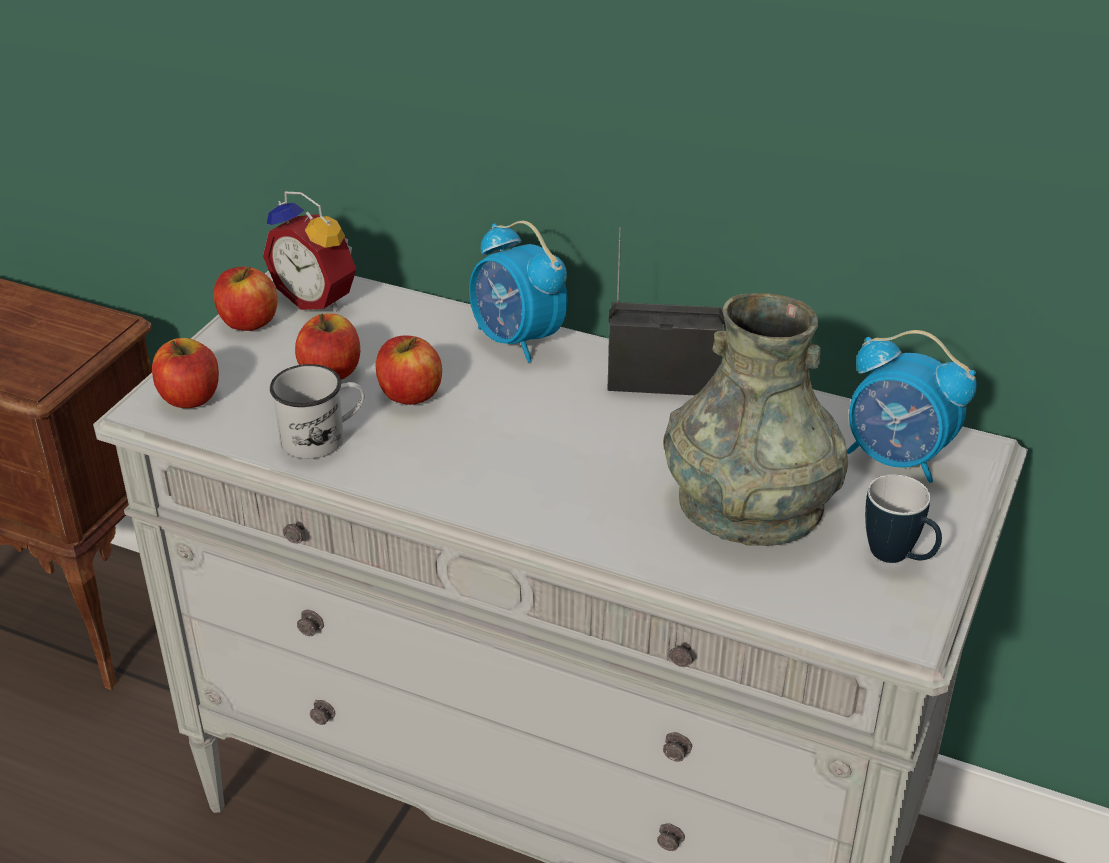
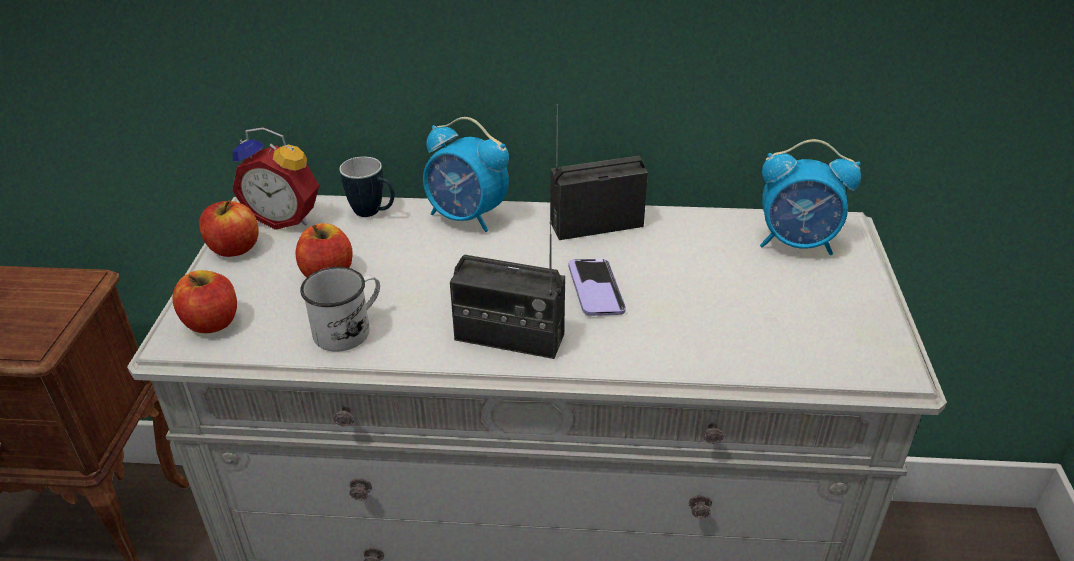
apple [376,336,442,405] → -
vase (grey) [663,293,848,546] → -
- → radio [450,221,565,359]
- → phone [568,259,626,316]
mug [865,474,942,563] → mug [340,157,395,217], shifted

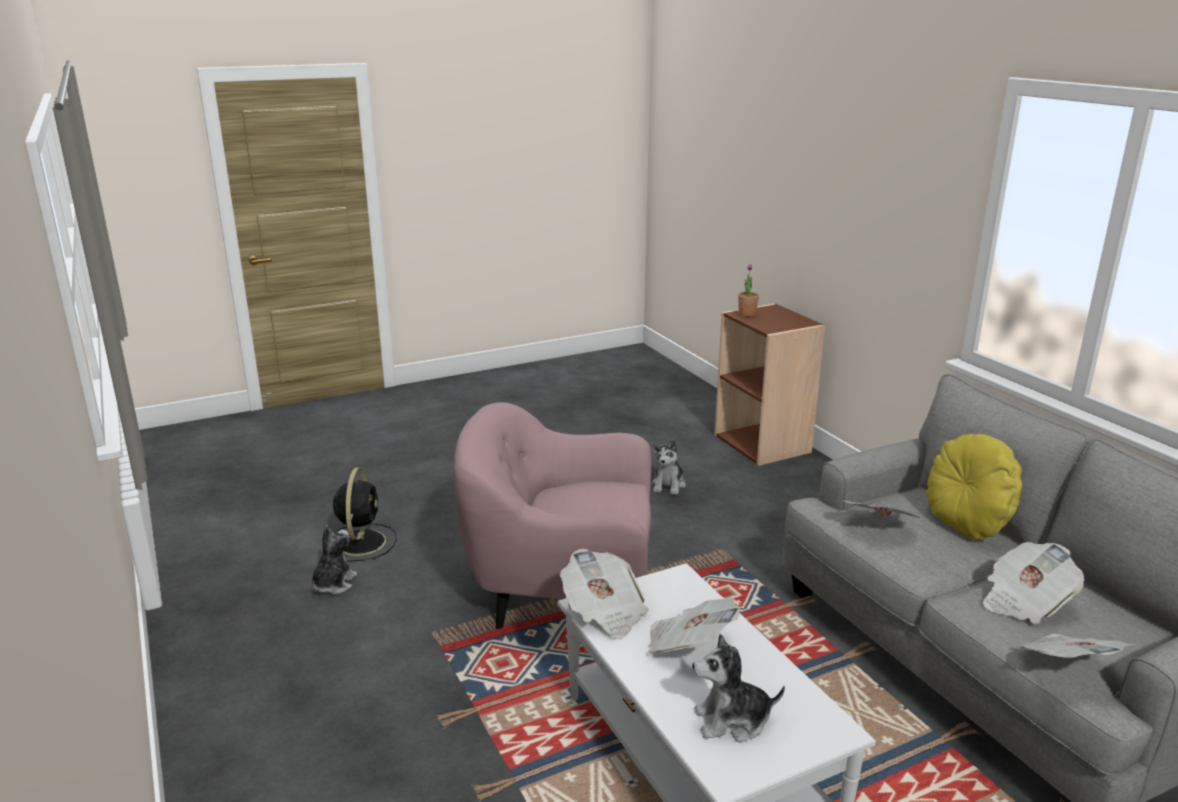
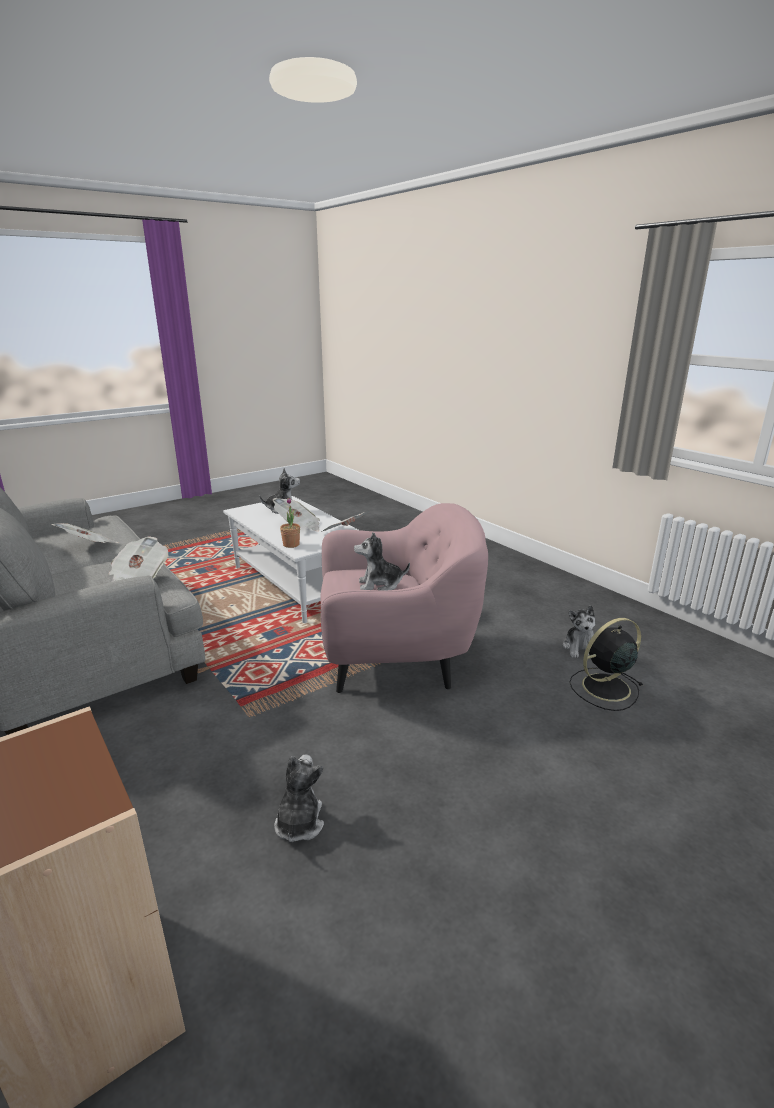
pillow (yellow) [926,434,1022,540] → -
newspaper [1017,634,1133,658] → -
- → plush toy [354,532,410,590]
potted plant [738,264,759,317] → potted plant [280,498,300,548], shifted
fan (black) [333,468,397,562] → fan (black) [569,618,643,711], 75 degrees clockwise

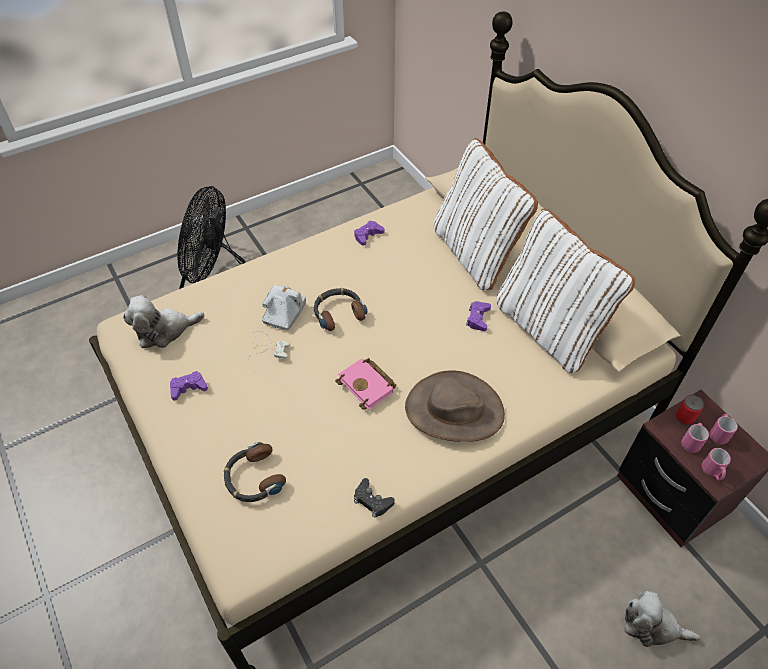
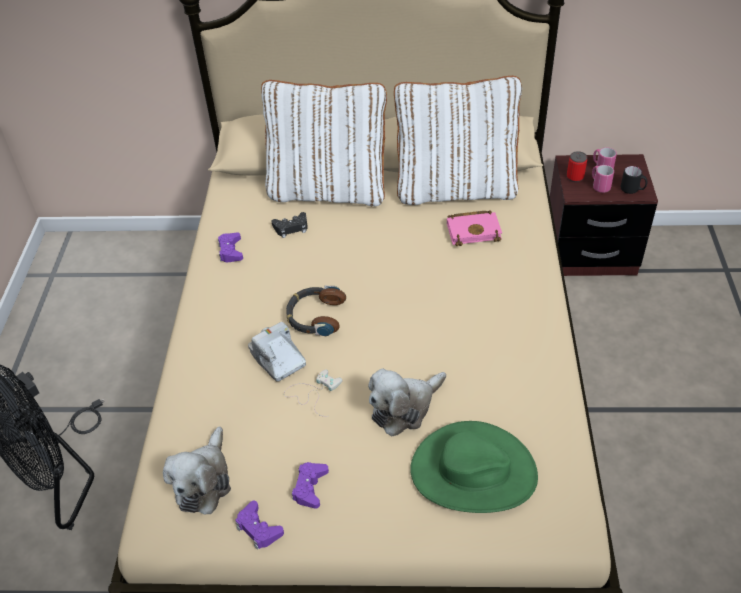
hat (brown) [405,371,505,442] → -
book (pink) [335,358,396,410] → book (pink) [447,211,502,246], shifted
game controller (black) [354,478,395,518] → game controller (black) [271,212,308,238], shifted
game controller (purple) [466,301,491,331] → game controller (purple) [235,501,284,550], shifted
plush toy [624,591,700,647] → plush toy [368,368,446,437], shifted
headphones [224,442,286,502] → hat (green) [410,421,538,513]
mug (pink) [702,448,731,481] → mug (black) [621,166,647,194]

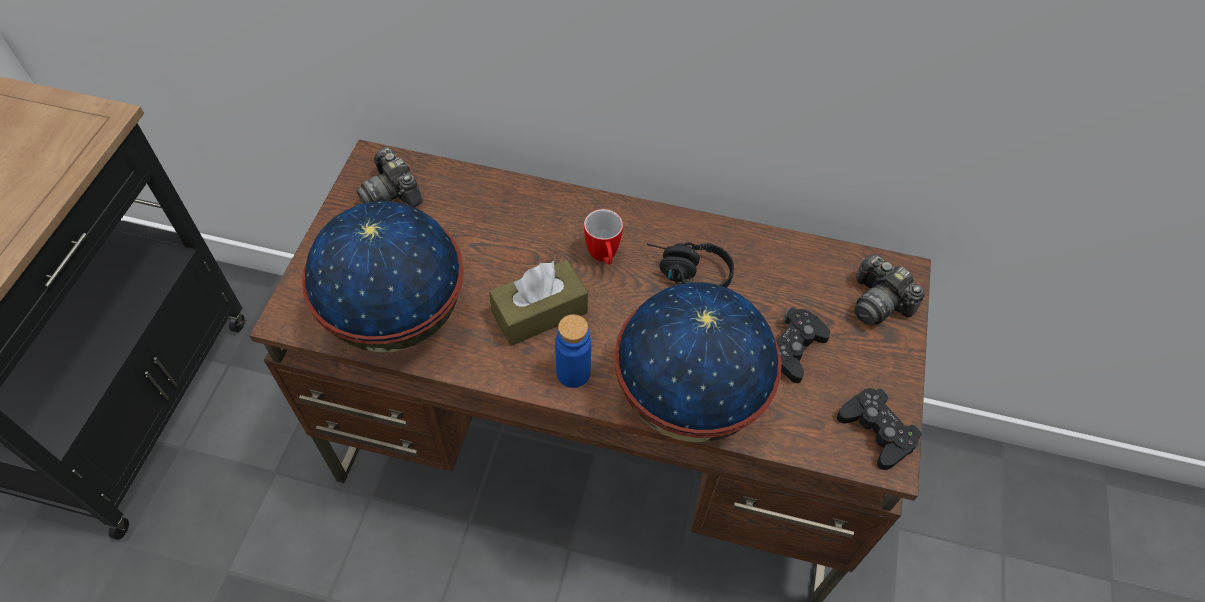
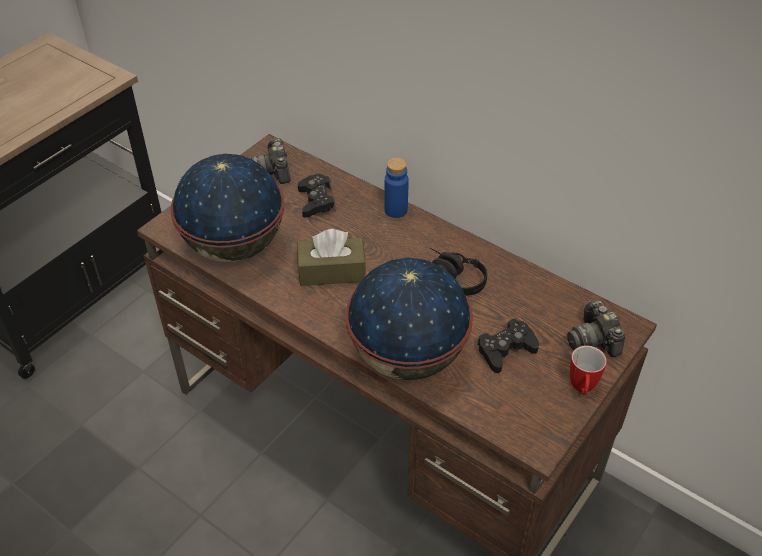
bottle (blue) [555,314,591,388] → bottle (blue) [384,158,409,218], shifted
mug [584,209,623,265] → mug [570,345,607,395], shifted
game controller (black) [837,388,922,470] → game controller (black) [298,174,336,217], shifted

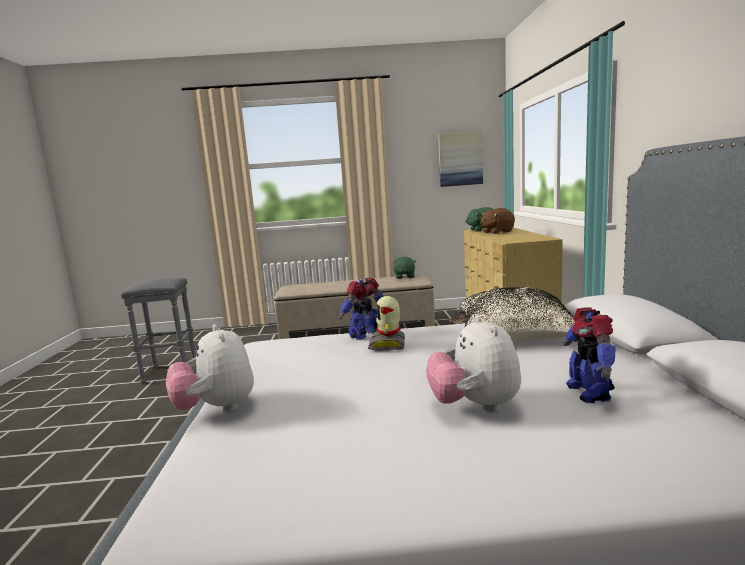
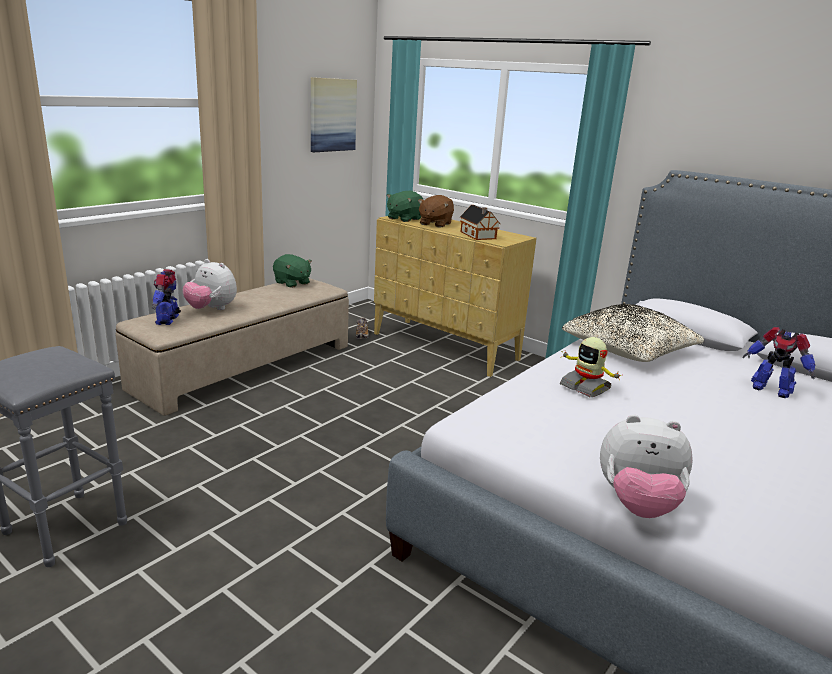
- → toy house [460,205,501,240]
toy robot [339,278,384,340] → toy robot [152,269,181,325], shifted
plush toy [426,315,521,412] → plush toy [183,259,237,310], shifted

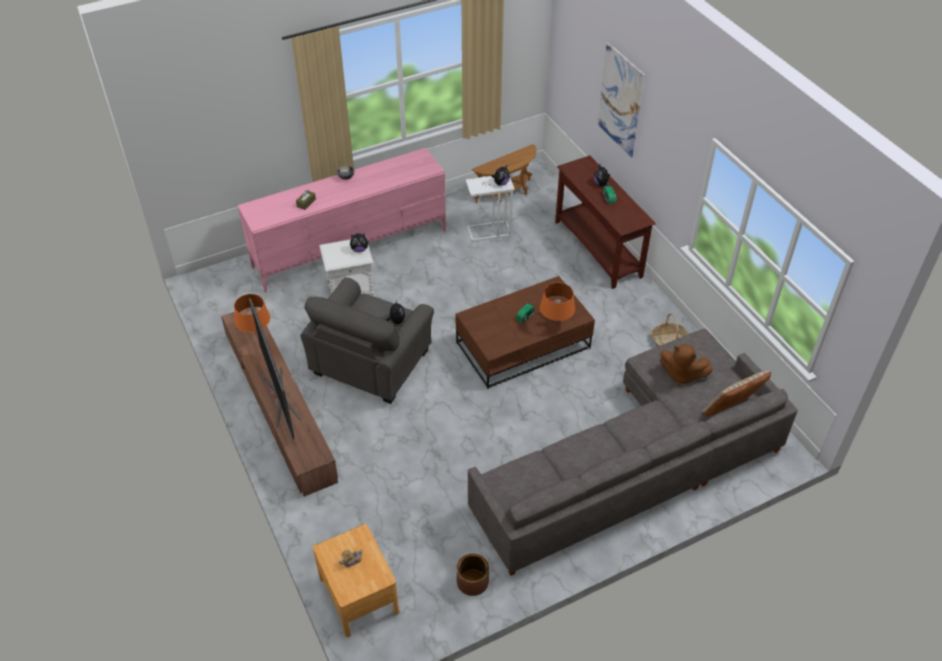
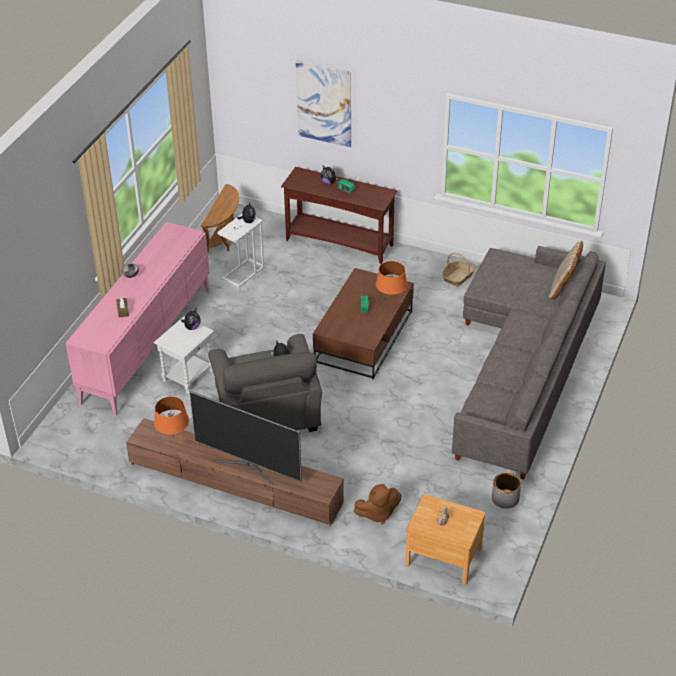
plush toy (brown) [660,344,713,386] → plush toy (brown) [353,484,402,524], shifted
planter (brown) [457,554,489,596] → planter (grey) [492,473,521,509]

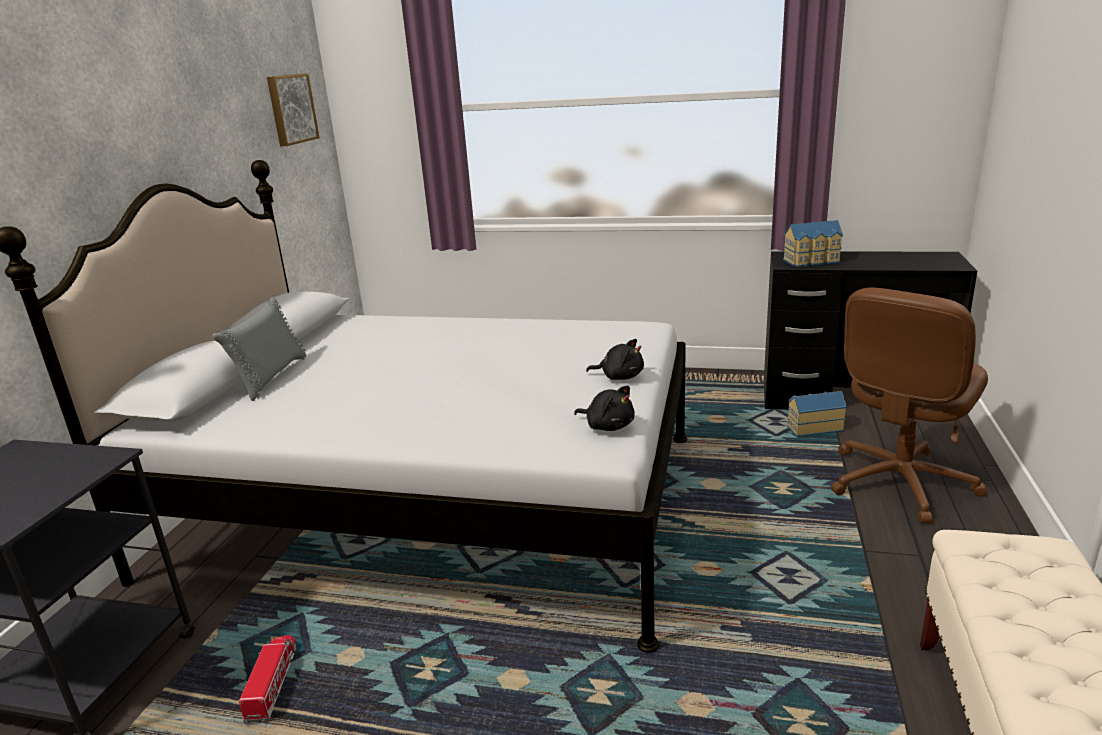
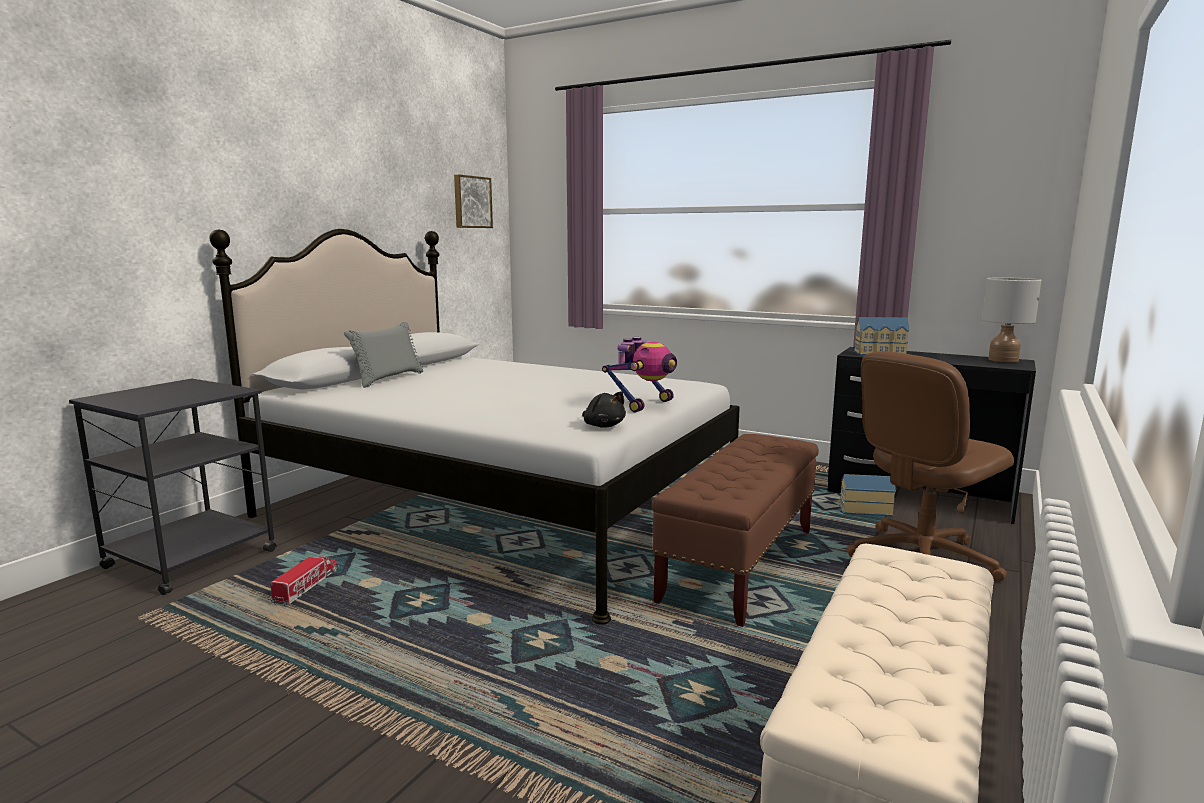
- → bench (brown) [651,434,819,627]
- → table lamp (grey) [982,277,1042,363]
plush toy (black) [586,339,644,380] → toy robot [602,337,677,412]

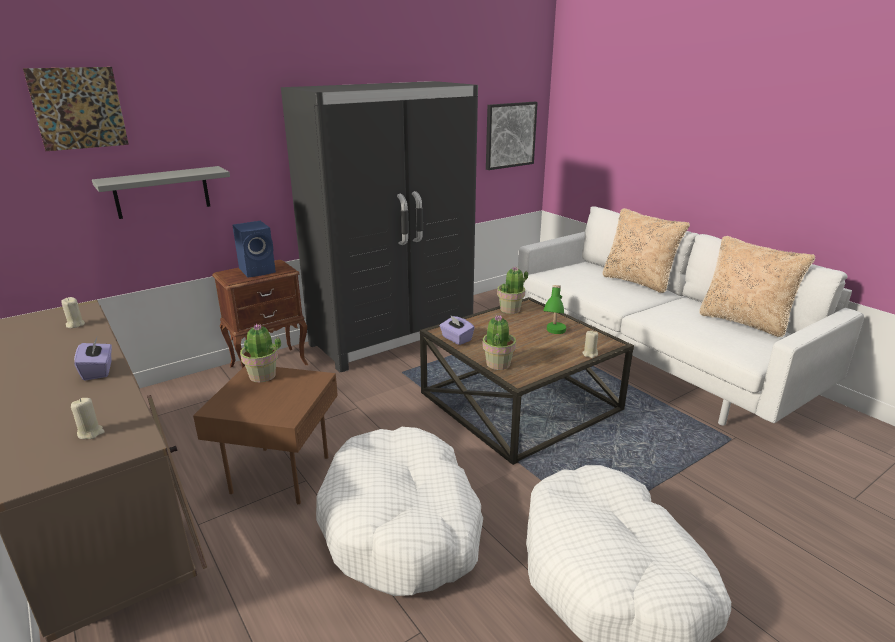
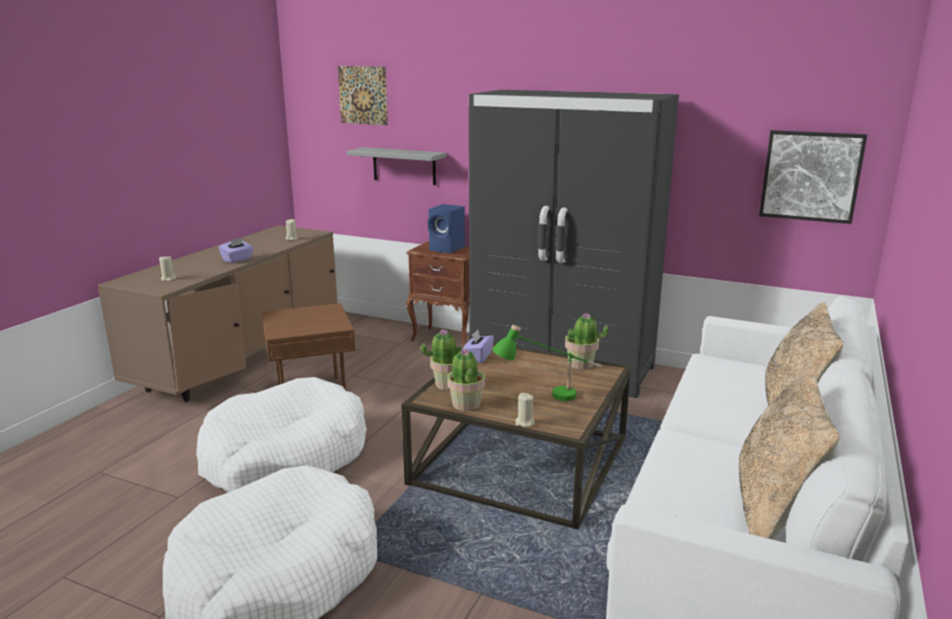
potted plant [240,324,281,382] → potted plant [447,348,485,411], shifted

